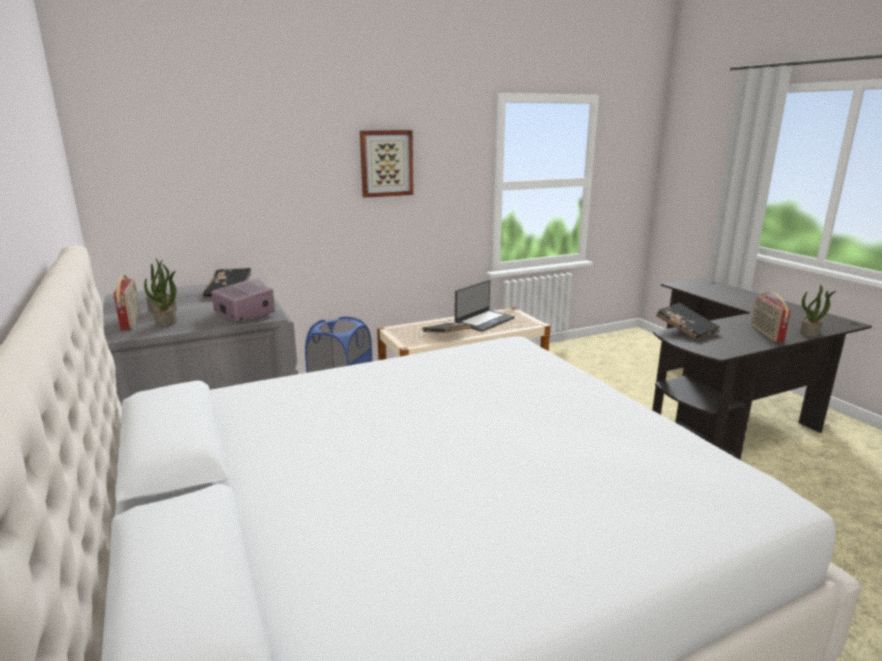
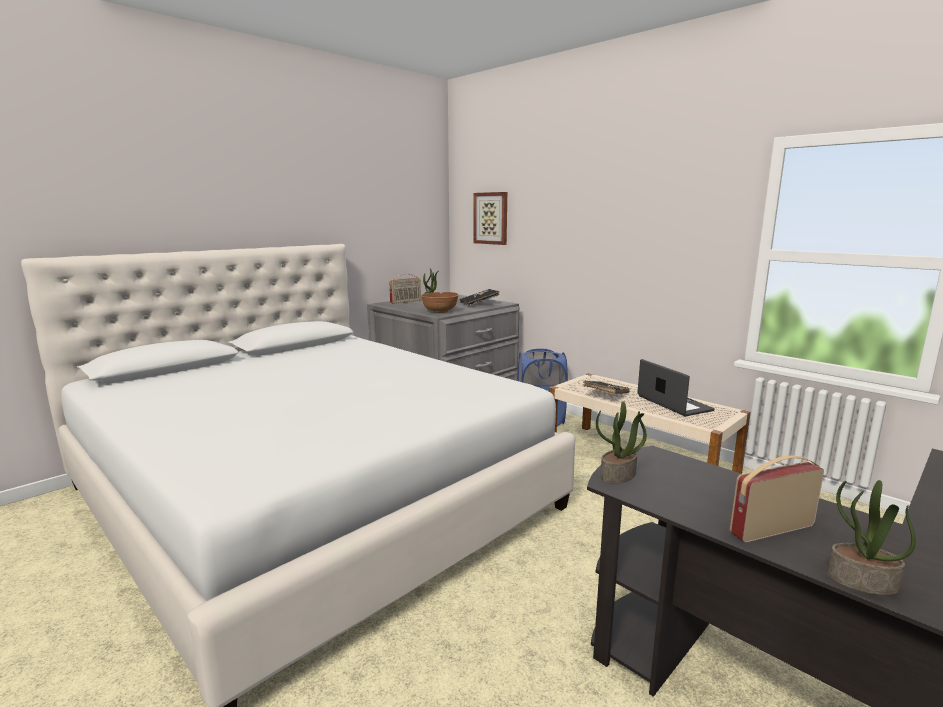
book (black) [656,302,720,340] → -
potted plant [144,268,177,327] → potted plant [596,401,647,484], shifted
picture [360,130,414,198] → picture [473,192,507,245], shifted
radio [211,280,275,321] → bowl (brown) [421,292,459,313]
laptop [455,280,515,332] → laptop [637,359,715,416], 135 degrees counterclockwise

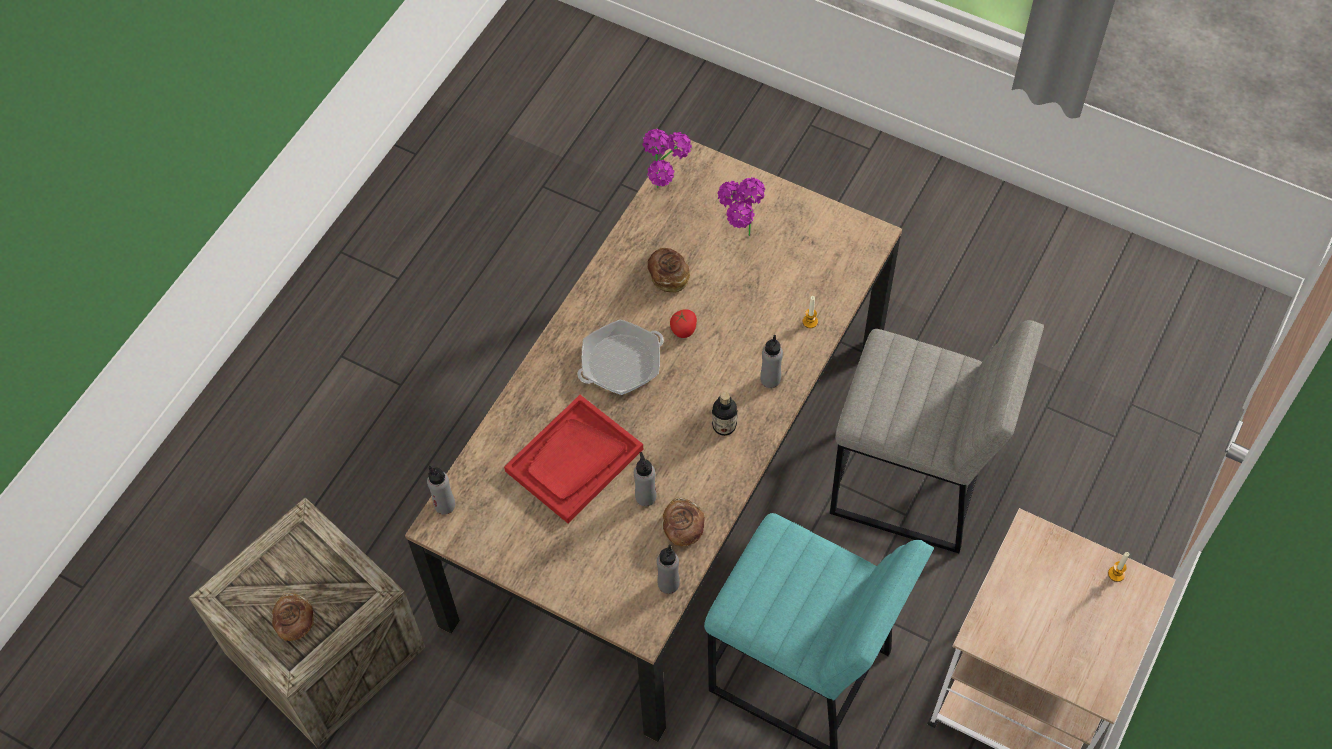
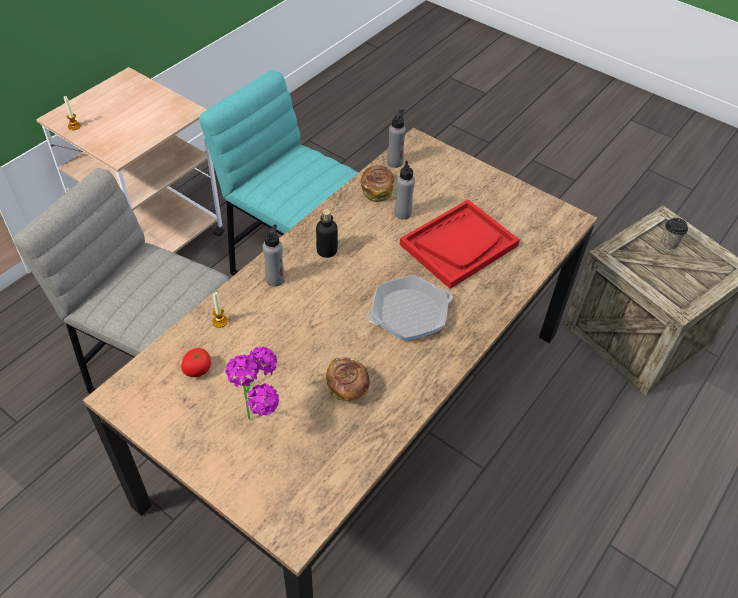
bottle (grey) [427,466,455,515] → -
potted plant [643,129,692,188] → -
tomato [670,309,697,338] → tomato [181,348,211,377], shifted
bread [272,593,314,641] → cup [661,218,688,250]

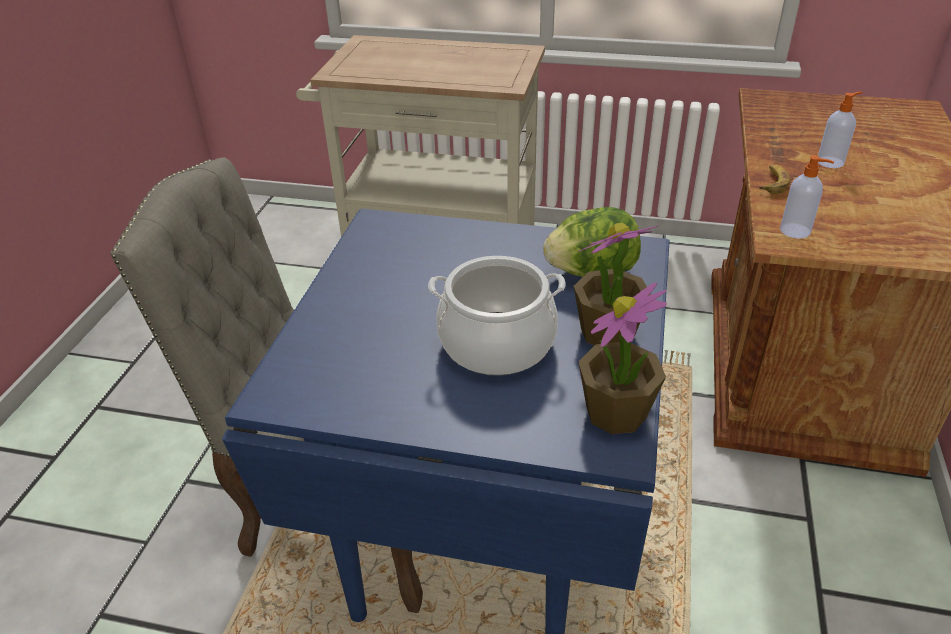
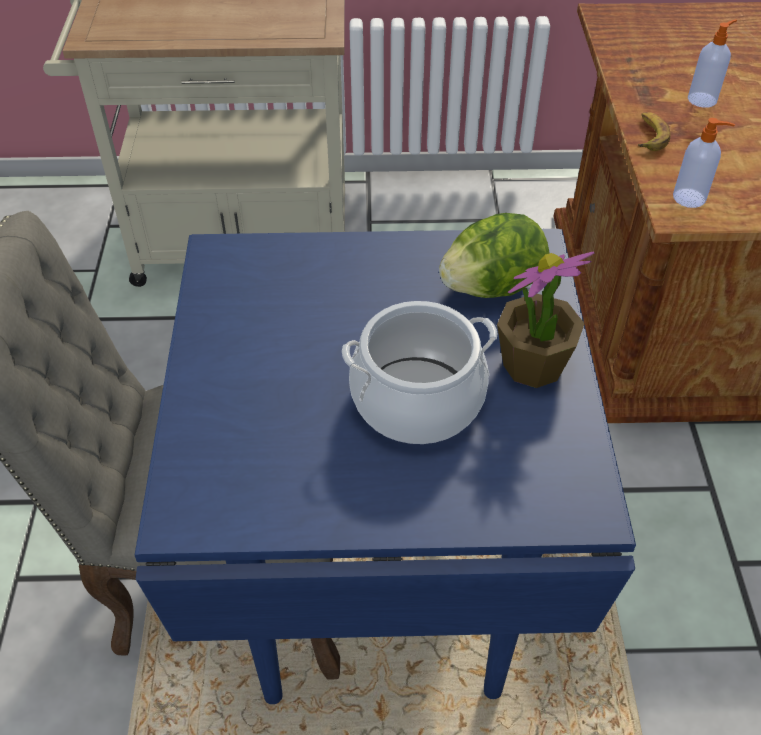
potted plant [578,283,667,434] → -

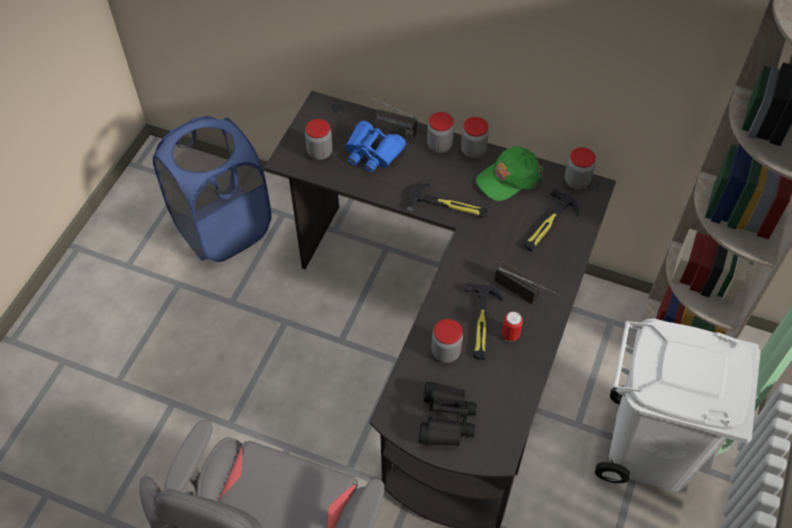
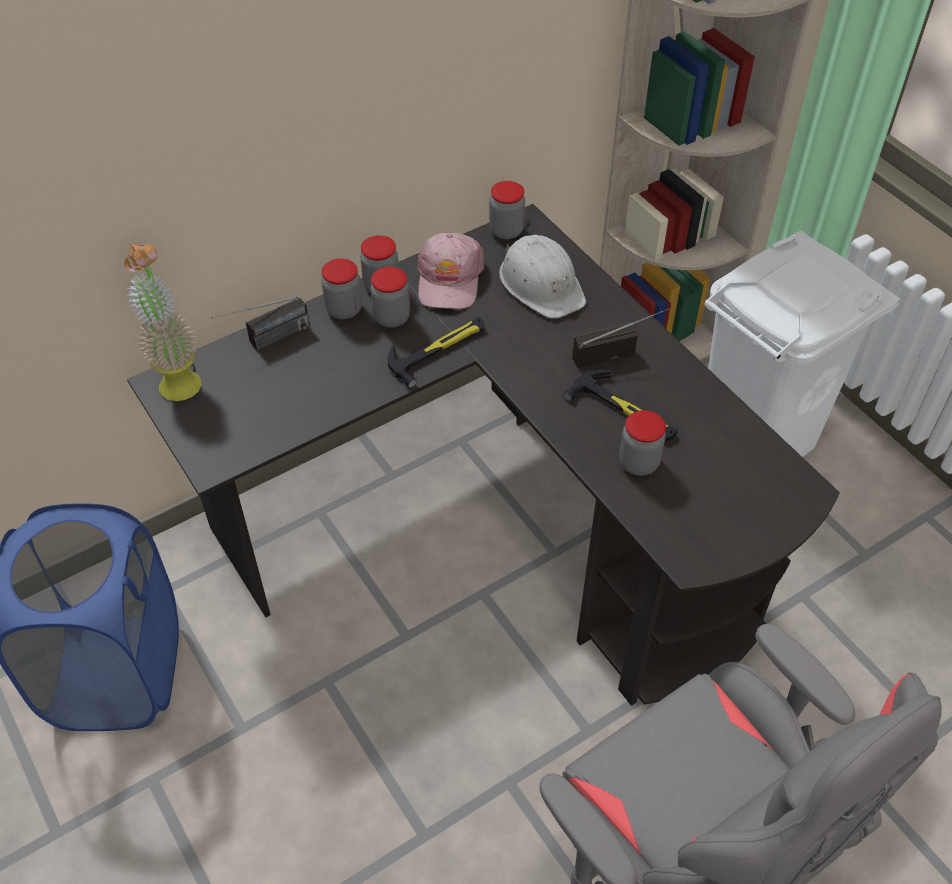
binoculars (blue) [345,120,406,172] → -
binoculars (black) [419,382,477,446] → -
can [502,311,523,342] → -
- → potted plant [124,243,201,401]
jar [305,119,333,160] → jar [370,267,410,328], shifted
hammer [524,188,579,252] → hard hat (white) [499,235,586,318]
cap (green) [476,146,543,201] → cap (pink) [417,233,484,309]

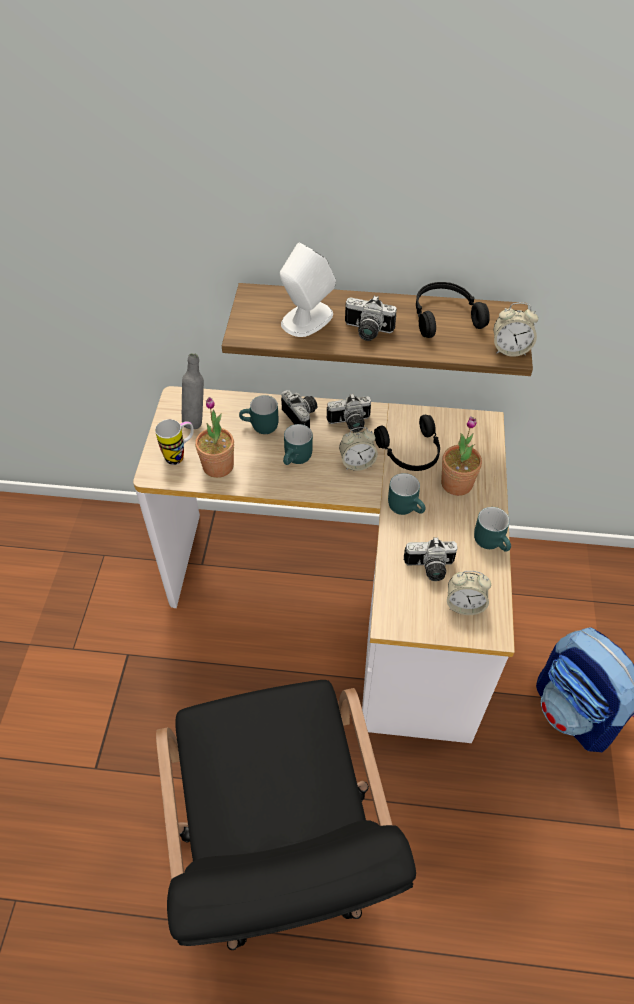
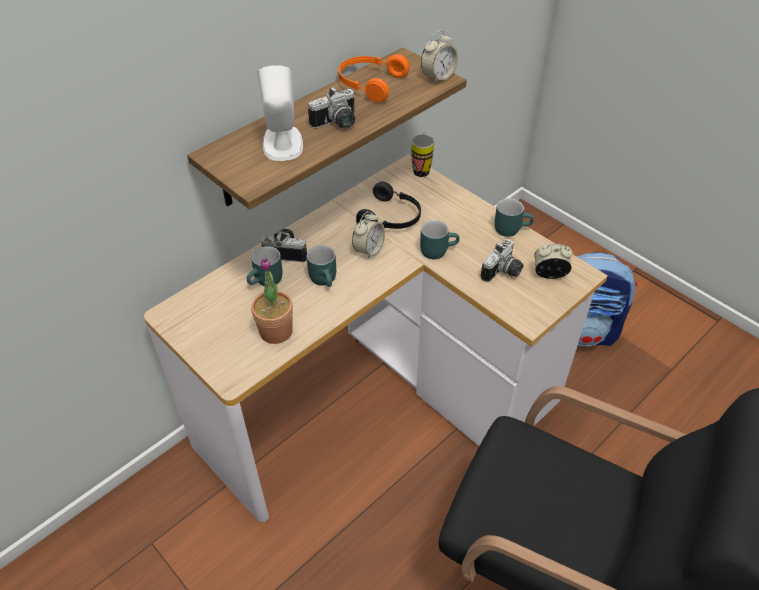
bottle (grey) [182,353,204,429] → -
photo camera [327,393,371,432] → -
potted plant [441,416,482,496] → -
mug [155,419,194,465] → mug [412,133,434,177], shifted
headphones (black) [416,282,490,338] → headphones (orange) [338,54,409,103]
alarm clock [447,571,491,615] → alarm clock [534,244,573,279], 135 degrees counterclockwise

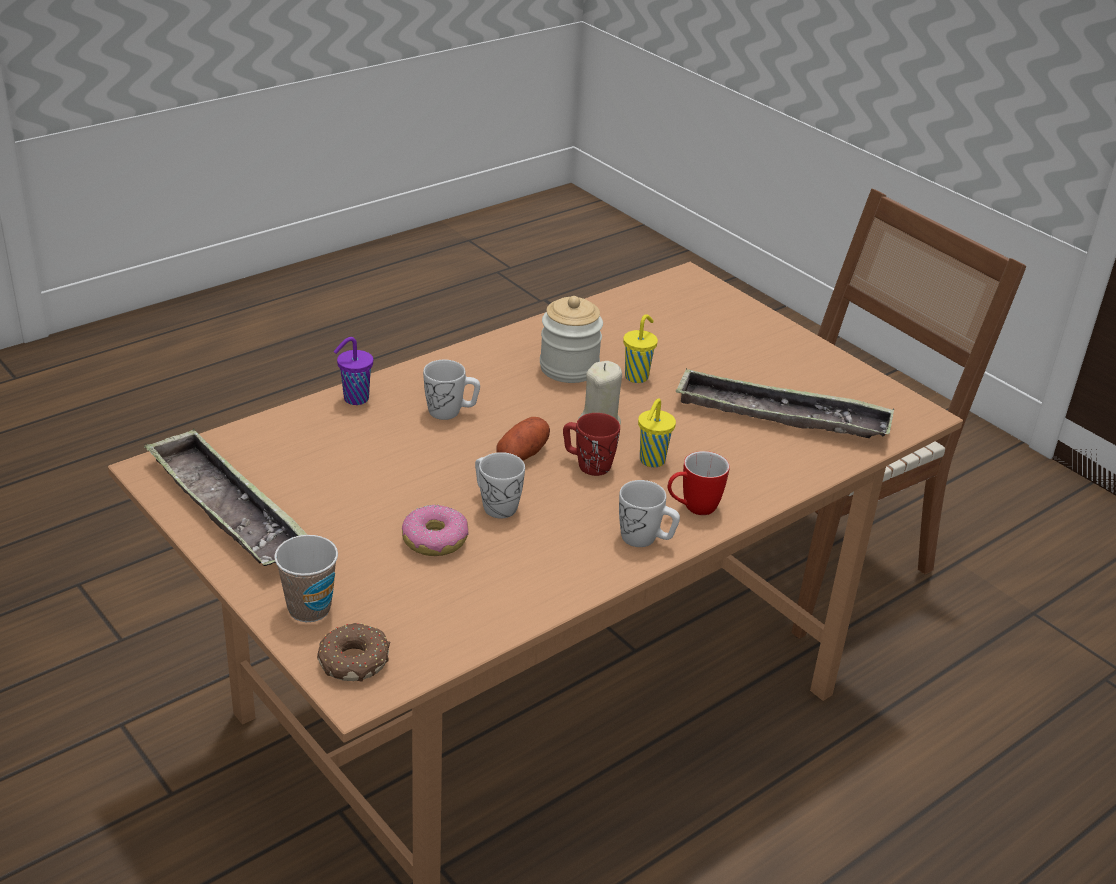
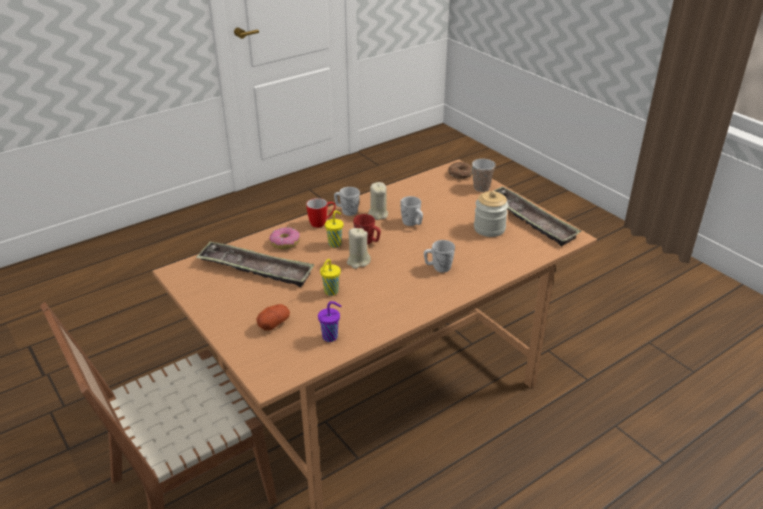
- → candle (beige) [368,182,388,220]
cup (purple) [334,337,373,405] → cup (purple) [318,301,341,342], shifted
donut [402,505,469,556] → donut [269,227,300,249], shifted
potato [496,417,550,460] → potato [256,304,290,331], shifted
jar [540,296,603,383] → jar [474,191,508,237], shifted

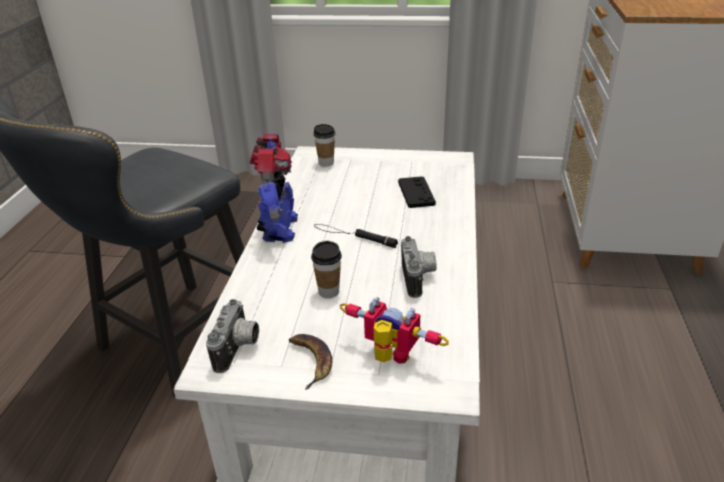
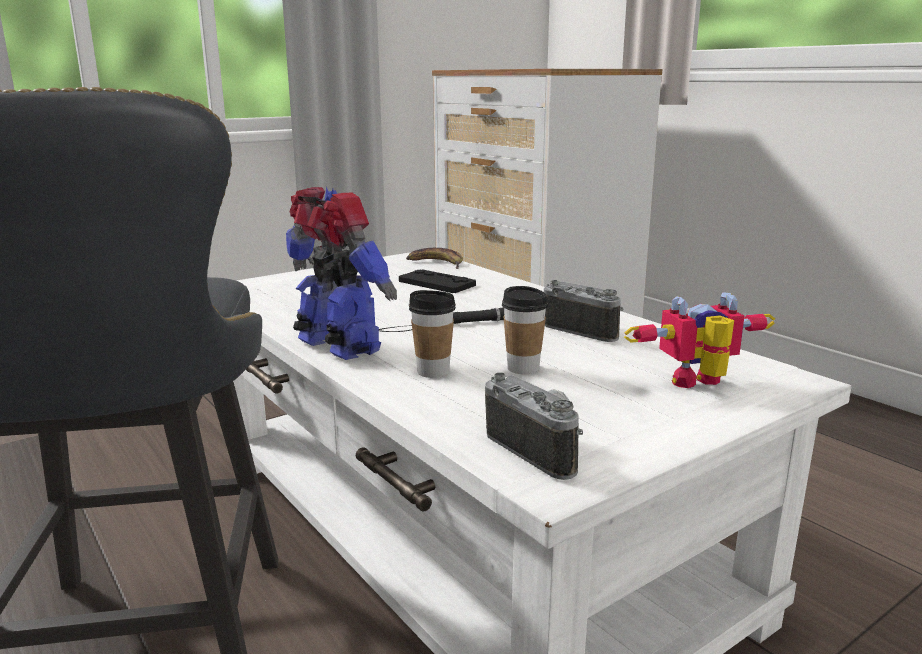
banana [289,334,332,390] → banana [406,248,463,269], shifted
cup [313,124,335,166] → cup [409,290,456,378], shifted

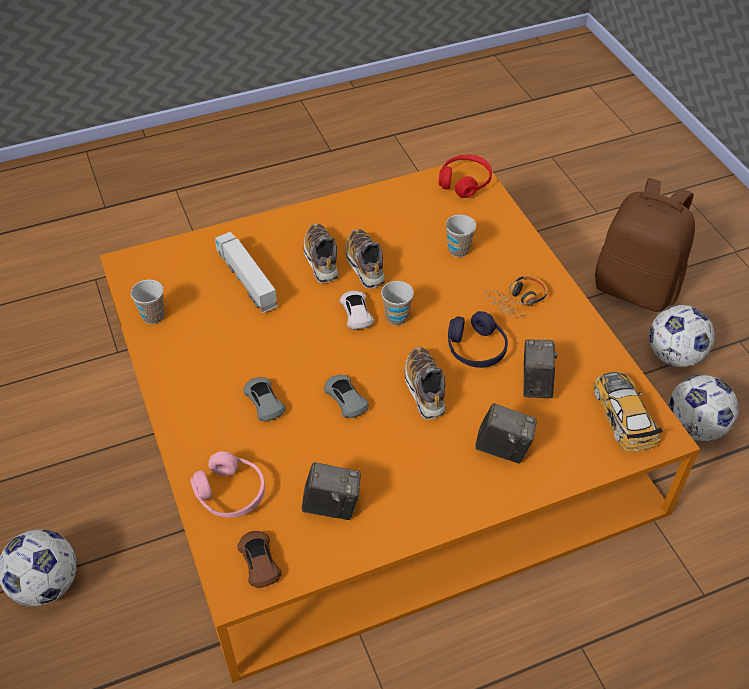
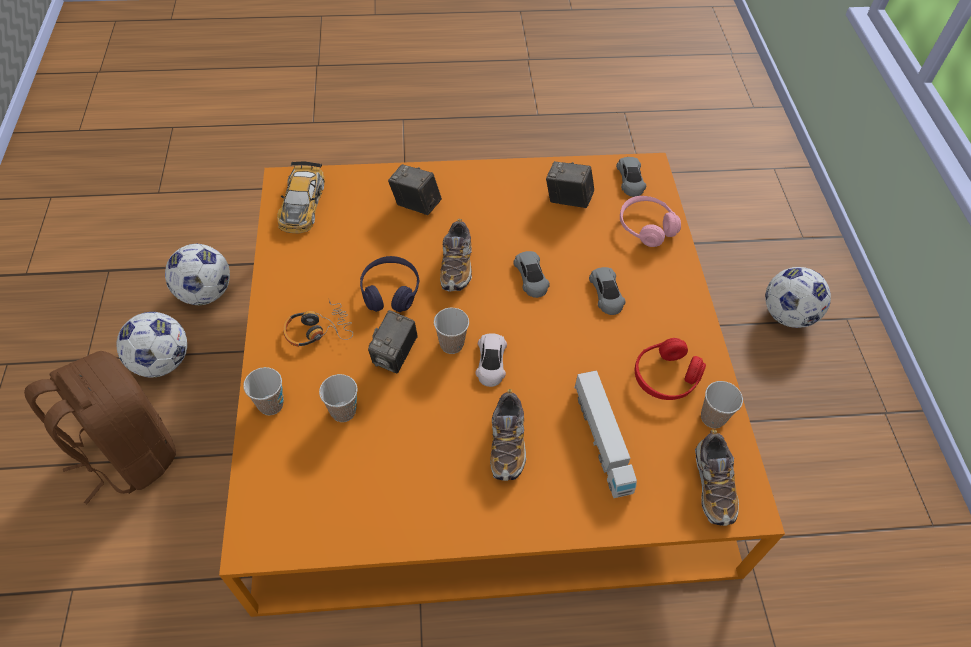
- → cup [243,367,284,415]
shoe [346,229,385,289] → shoe [695,430,739,526], shifted
headphones (red) [439,155,492,198] → headphones (red) [635,338,706,400], shifted
photo camera [523,340,557,398] → photo camera [368,310,417,373], shifted
toy car (brown) [237,531,282,588] → toy car (grey) [616,157,646,197]

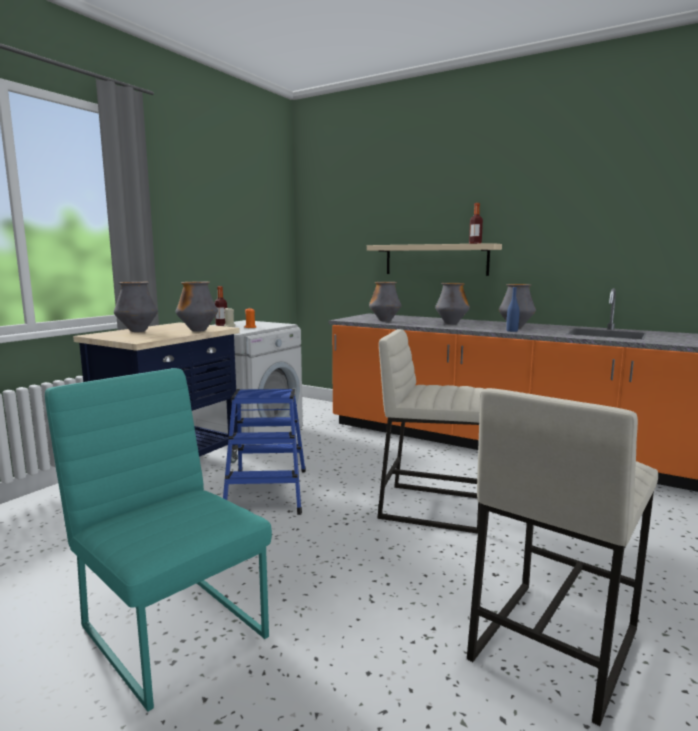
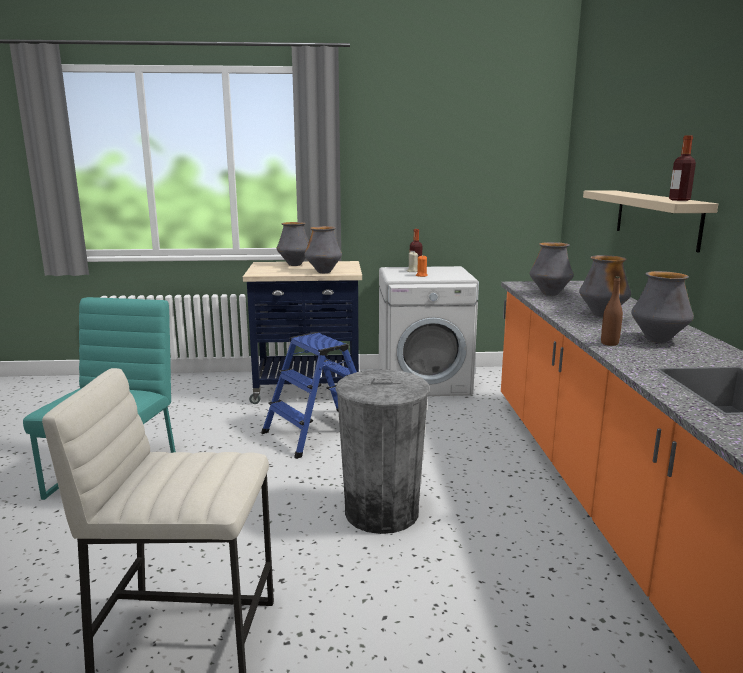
stool (beige) [377,329,484,534] → trash can (grey) [335,369,430,534]
bottle (blue) [506,286,519,332] → bottle (brown) [601,276,623,346]

